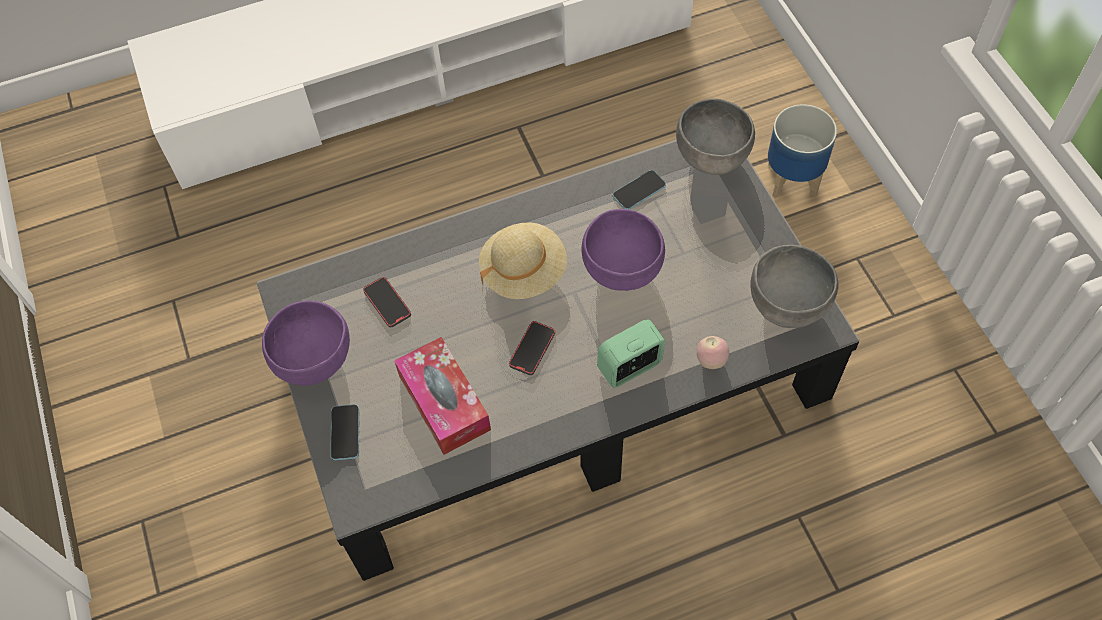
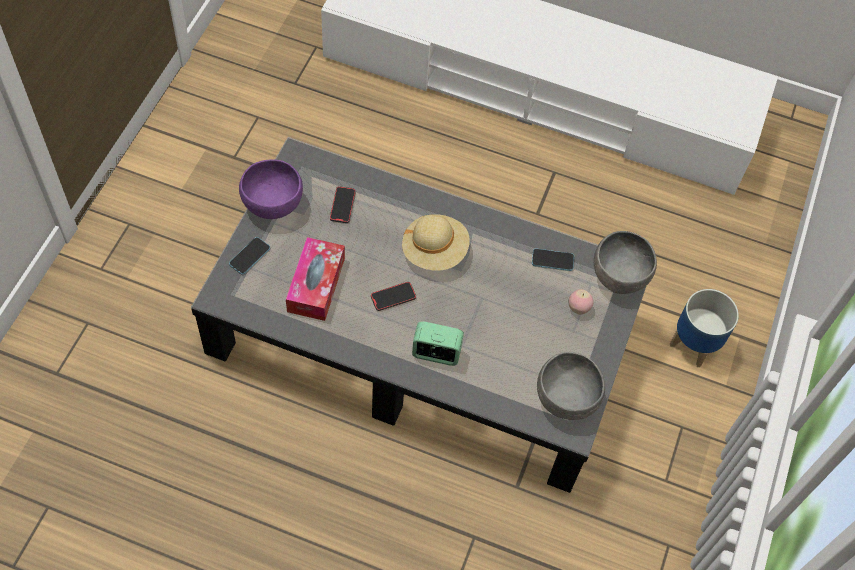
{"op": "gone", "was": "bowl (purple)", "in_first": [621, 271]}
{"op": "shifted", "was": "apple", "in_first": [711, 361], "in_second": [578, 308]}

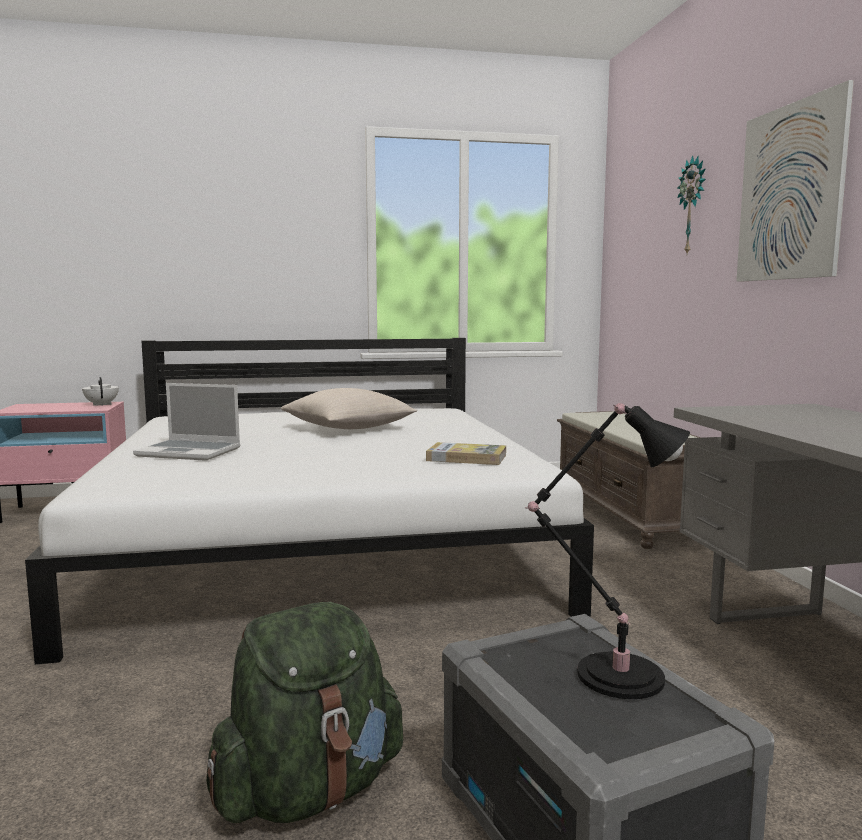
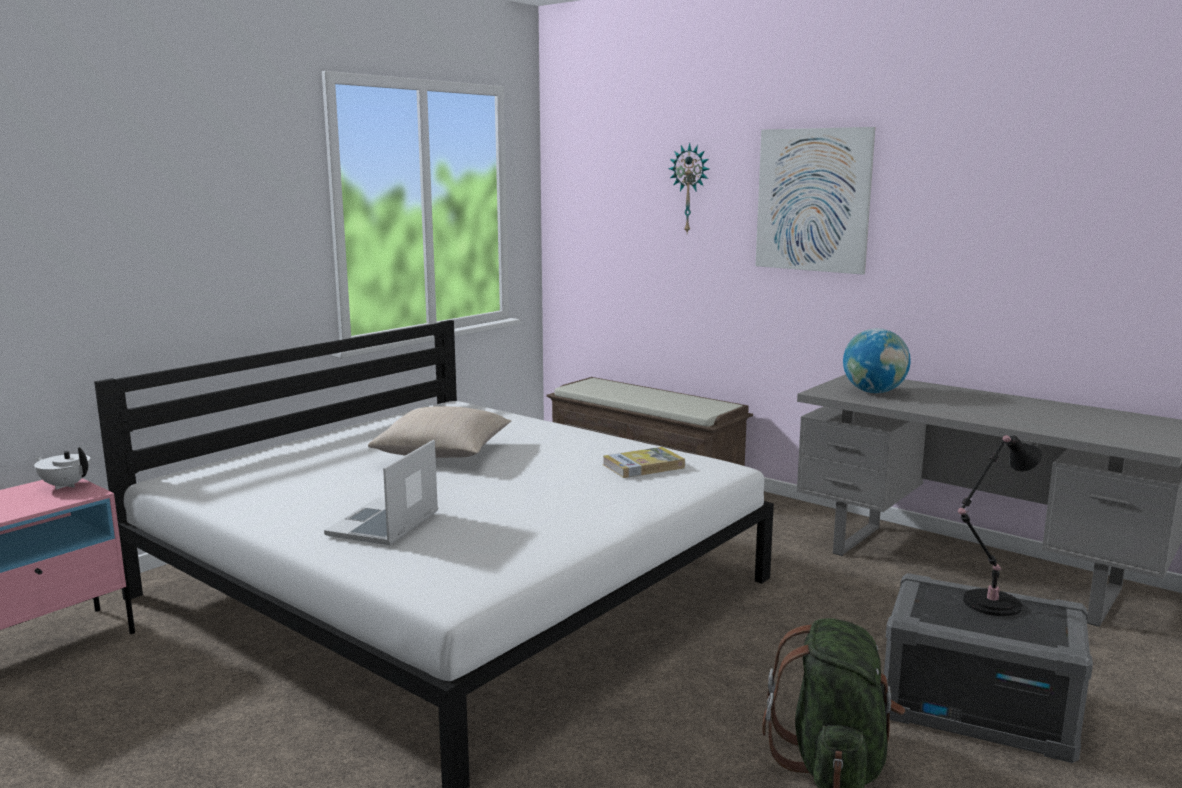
{"op": "new", "now": "globe", "in_second": [874, 392]}
{"op": "rotated", "was": "laptop", "in_first": [190, 452], "in_second": [384, 525], "clockwise": 135}

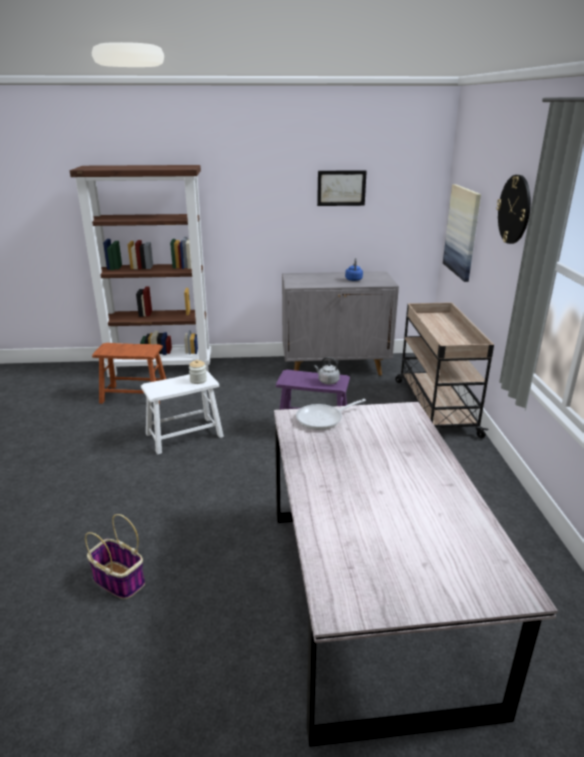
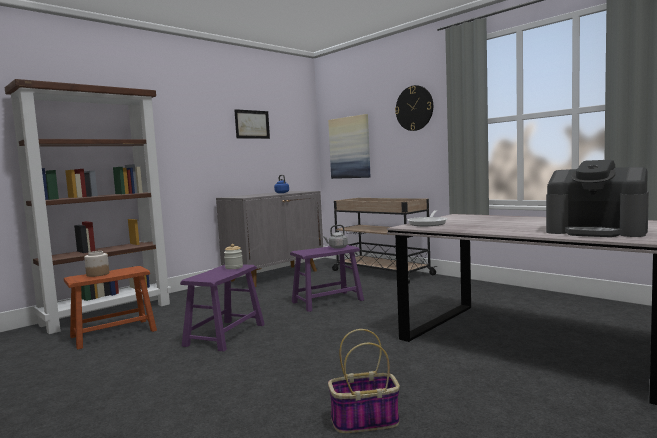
{"op": "new", "now": "jar", "in_second": [97, 274]}
{"op": "new", "now": "coffee machine", "in_second": [596, 231]}
{"op": "repainted", "was": "stool (white)", "now": "stool (purple)", "in_first": [184, 435], "in_second": [225, 335]}

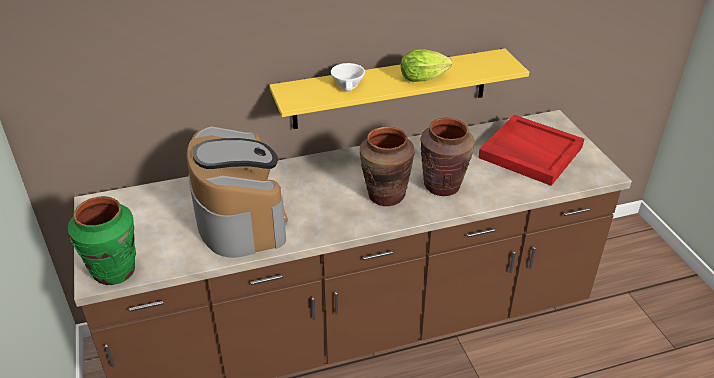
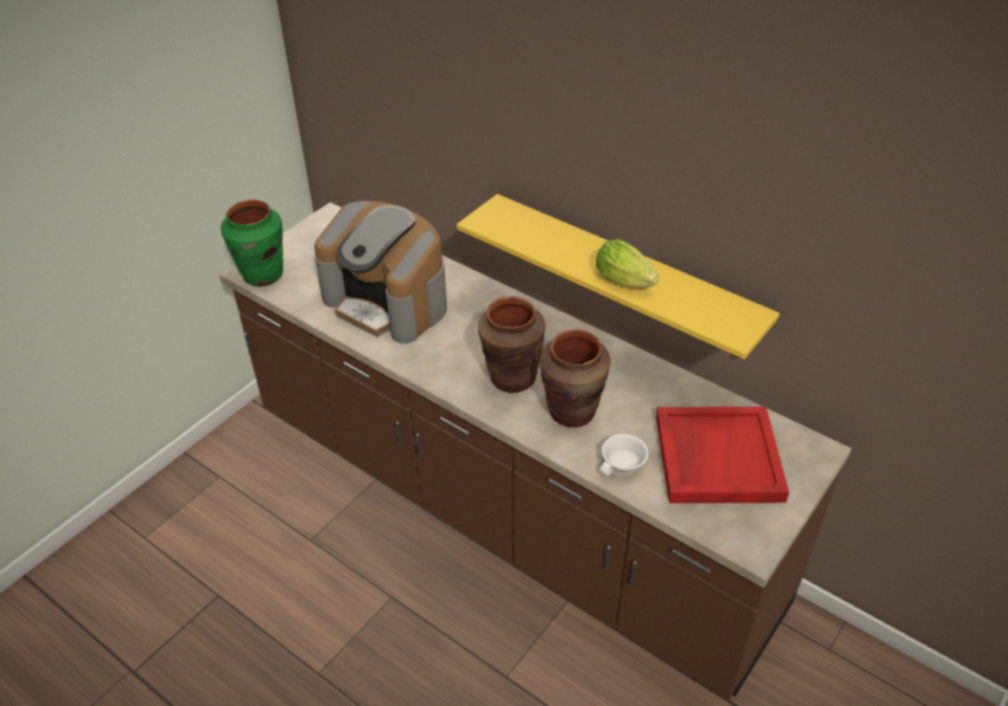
{"op": "shifted", "was": "cup (white)", "in_first": [349, 85], "in_second": [623, 466]}
{"op": "rotated", "was": "coffee machine", "in_first": [240, 217], "in_second": [388, 302], "clockwise": 90}

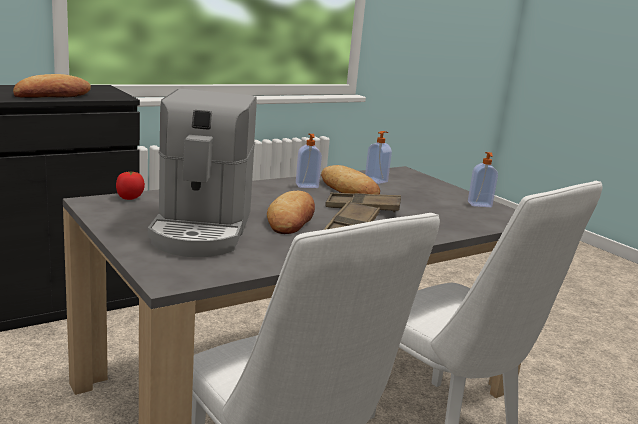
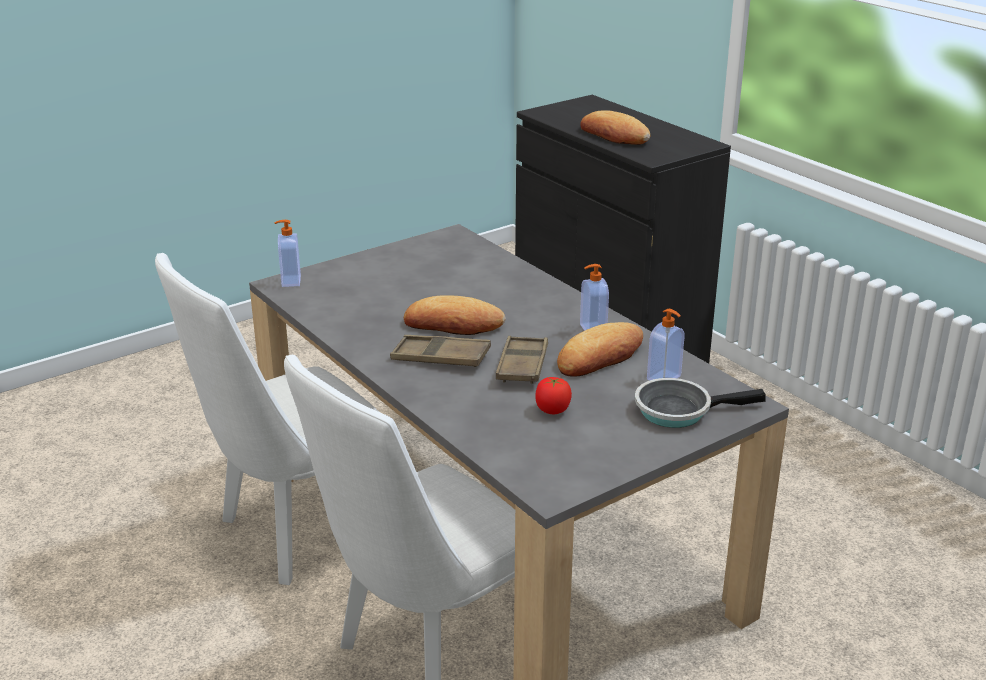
{"op": "gone", "was": "coffee machine", "in_first": [202, 229]}
{"op": "new", "now": "frying pan", "in_second": [679, 410]}
{"op": "shifted", "was": "tomato", "in_first": [129, 198], "in_second": [552, 410]}
{"op": "shifted", "was": "soap dispenser", "in_first": [479, 204], "in_second": [290, 281]}

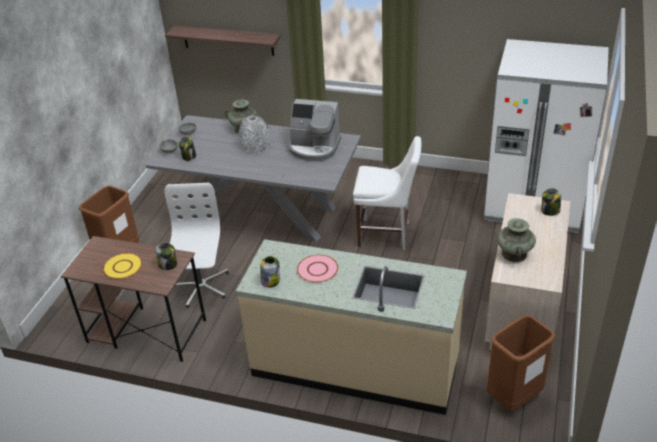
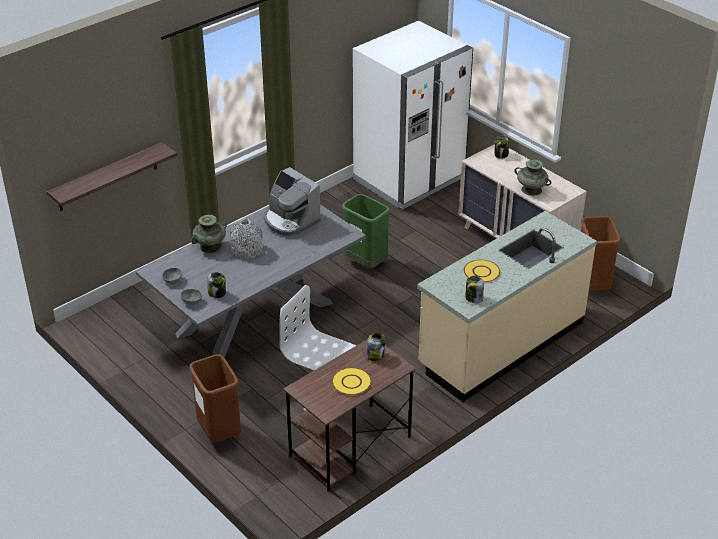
{"op": "swapped", "was": "chair (white)", "now": "trash can (green)", "in_first": [387, 234], "in_second": [365, 263]}
{"op": "repainted", "was": "plate (pink)", "now": "plate (yellow)", "in_first": [317, 269], "in_second": [482, 272]}
{"op": "rotated", "was": "coffee machine", "in_first": [314, 147], "in_second": [290, 220], "clockwise": 90}

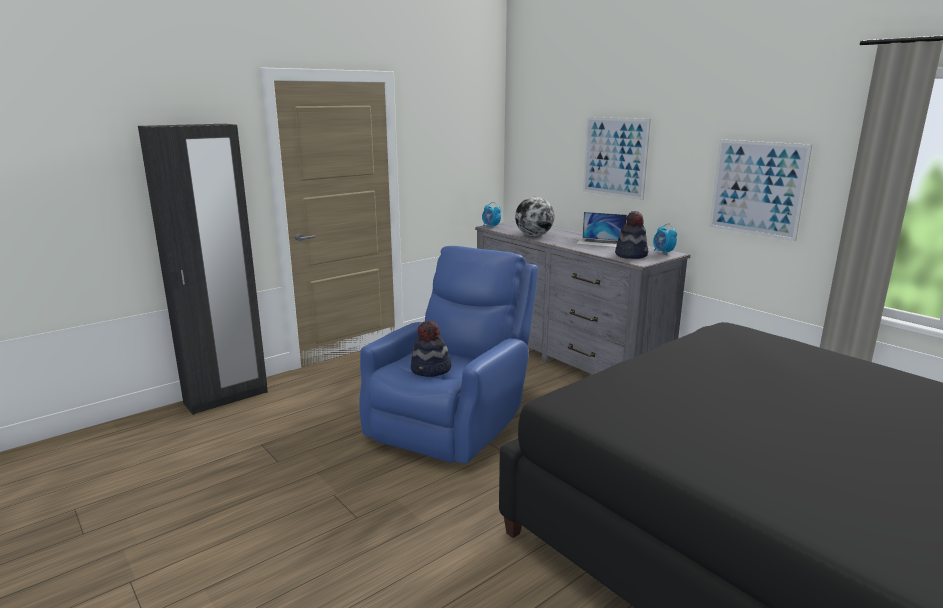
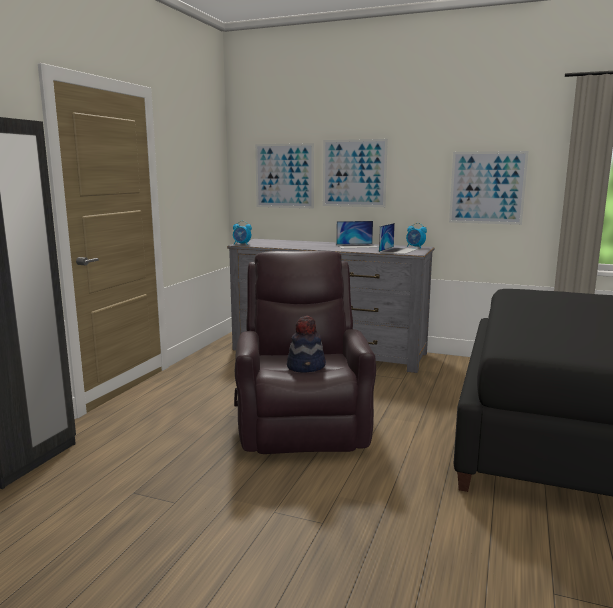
{"op": "gone", "was": "globe", "in_first": [534, 235]}
{"op": "new", "now": "picture", "in_second": [284, 176]}
{"op": "swapped", "was": "hat", "now": "laptop", "in_first": [631, 255], "in_second": [398, 250]}
{"op": "repainted", "was": "armchair (blue)", "now": "armchair (brown)", "in_first": [453, 419], "in_second": [302, 420]}

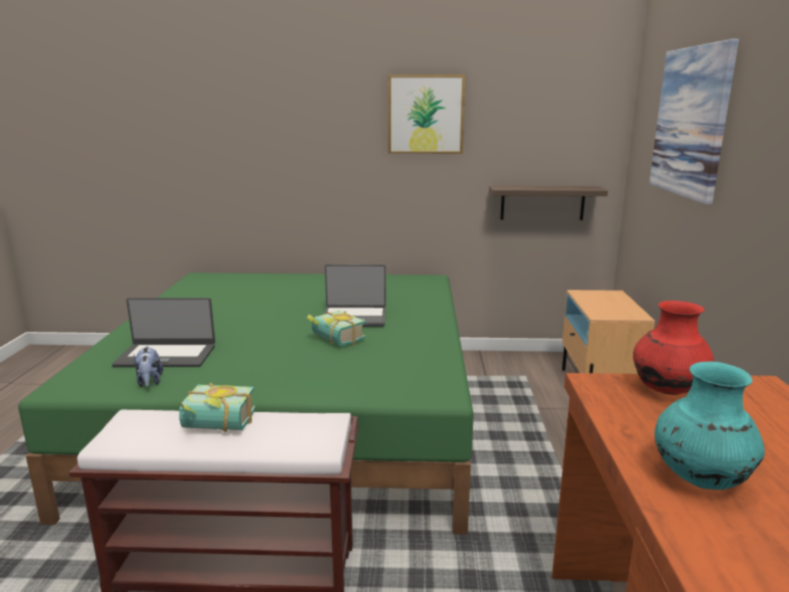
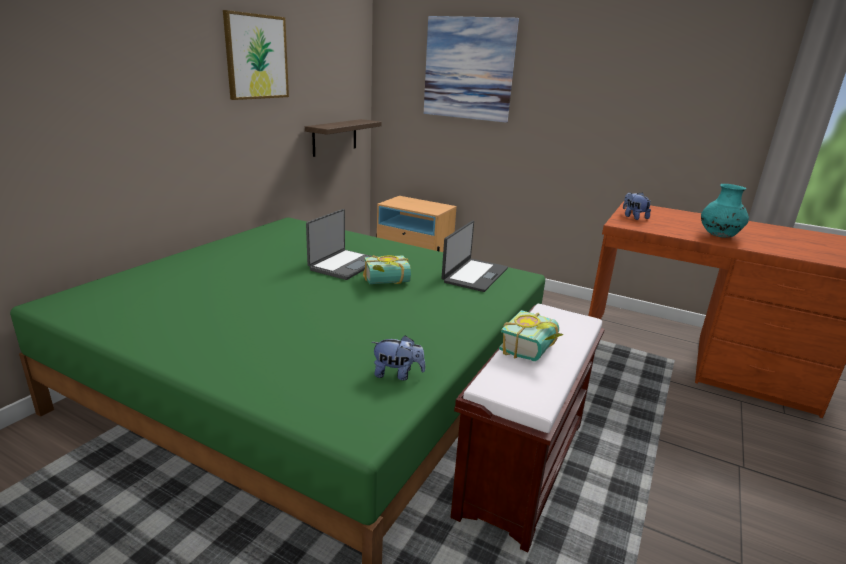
{"op": "shifted", "was": "laptop", "in_first": [166, 355], "in_second": [474, 275]}
{"op": "swapped", "was": "vase (red)", "now": "plush toy", "in_first": [667, 390], "in_second": [633, 217]}

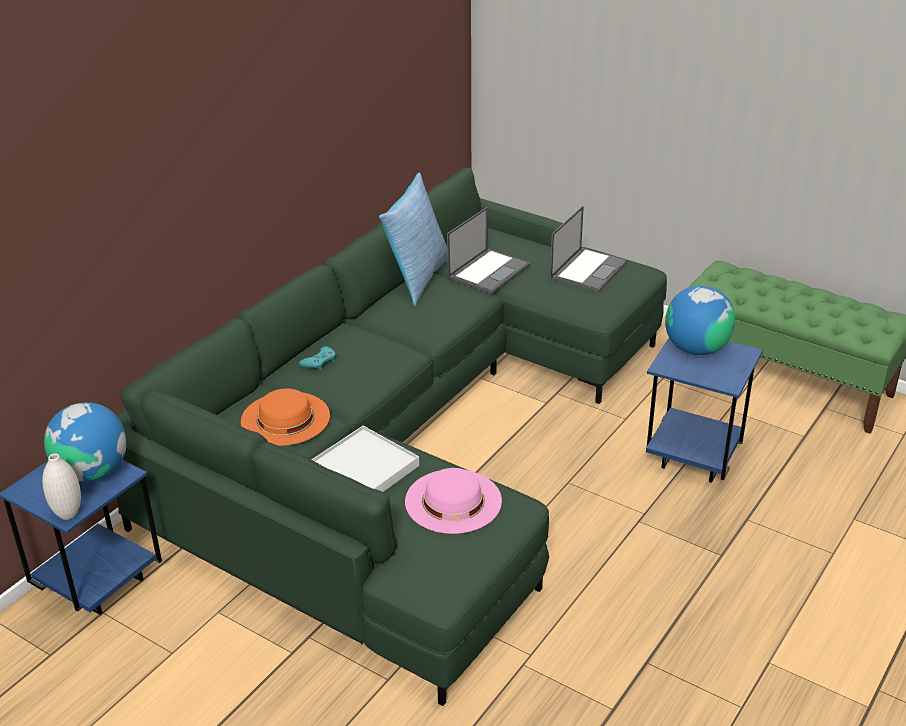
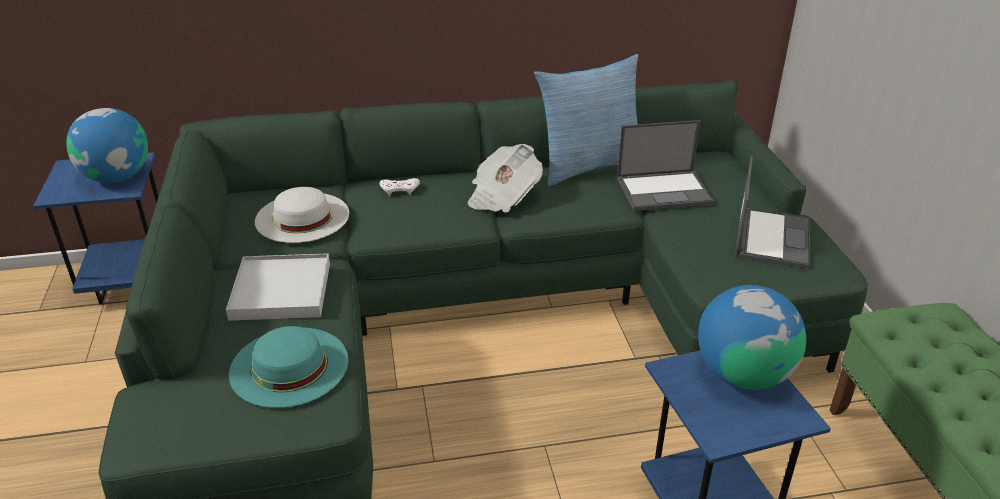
{"op": "gone", "was": "vase (white)", "in_first": [68, 514]}
{"op": "new", "now": "newspaper", "in_second": [502, 196]}
{"op": "repainted", "was": "hat (orange)", "now": "hat (white)", "in_first": [285, 418], "in_second": [302, 217]}
{"op": "repainted", "was": "game controller (turquoise)", "now": "game controller (white)", "in_first": [319, 361], "in_second": [400, 189]}
{"op": "repainted", "was": "hat (pink)", "now": "hat (turquoise)", "in_first": [453, 501], "in_second": [289, 366]}
{"op": "rotated", "was": "laptop", "in_first": [588, 270], "in_second": [772, 237], "clockwise": -60}

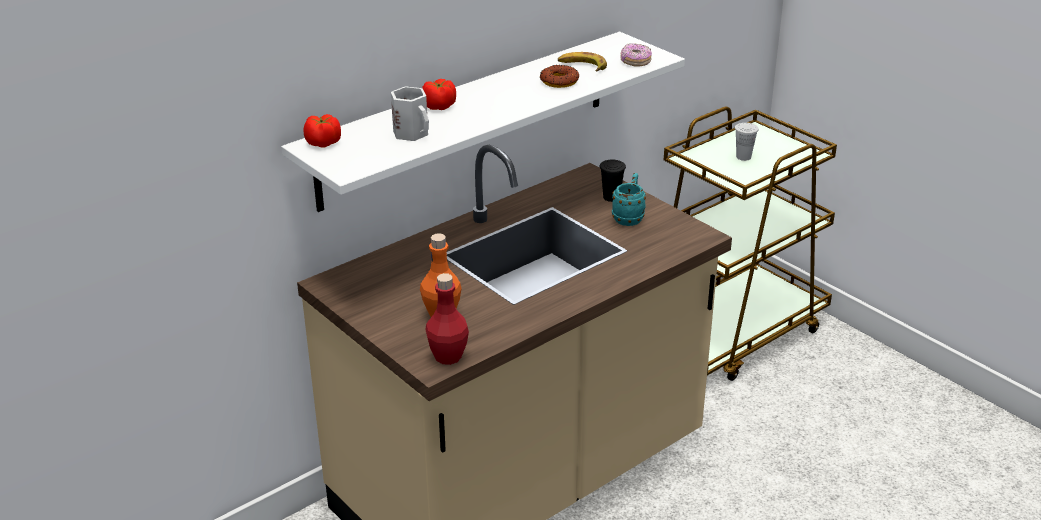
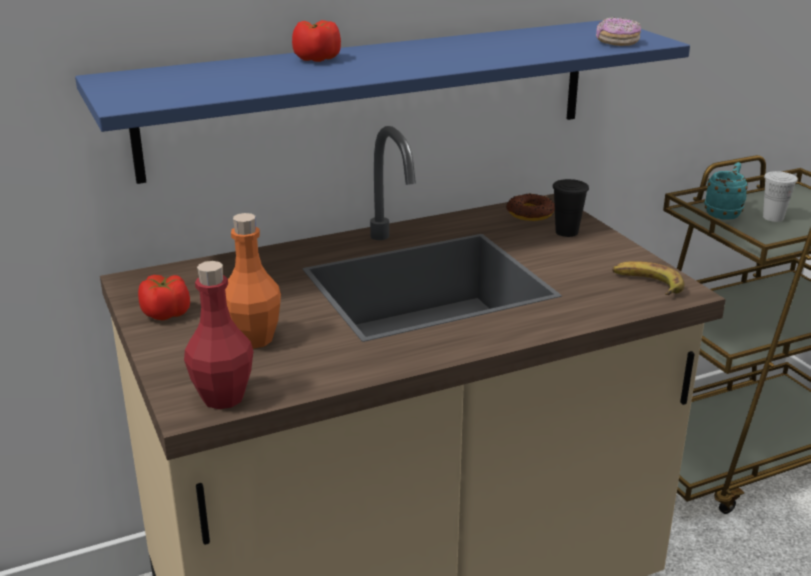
{"op": "gone", "was": "mug (white)", "in_first": [412, 133]}
{"op": "shifted", "was": "tomato", "in_first": [323, 143], "in_second": [166, 314]}
{"op": "shifted", "was": "donut", "in_first": [559, 81], "in_second": [530, 213]}
{"op": "shifted", "was": "banana", "in_first": [582, 66], "in_second": [647, 284]}
{"op": "shifted", "was": "mug (turquoise)", "in_first": [629, 217], "in_second": [724, 213]}
{"op": "repainted", "was": "shelf (white)", "now": "shelf (blue)", "in_first": [466, 119], "in_second": [373, 97]}

